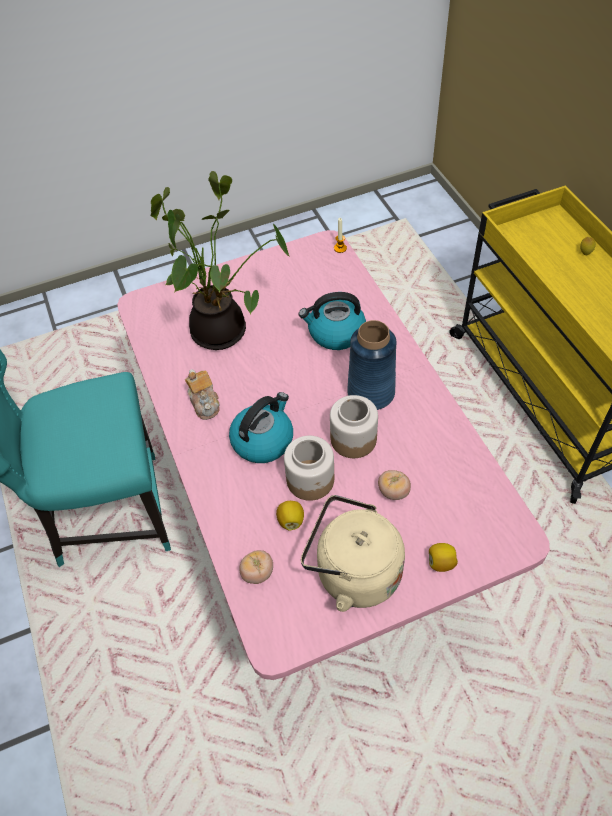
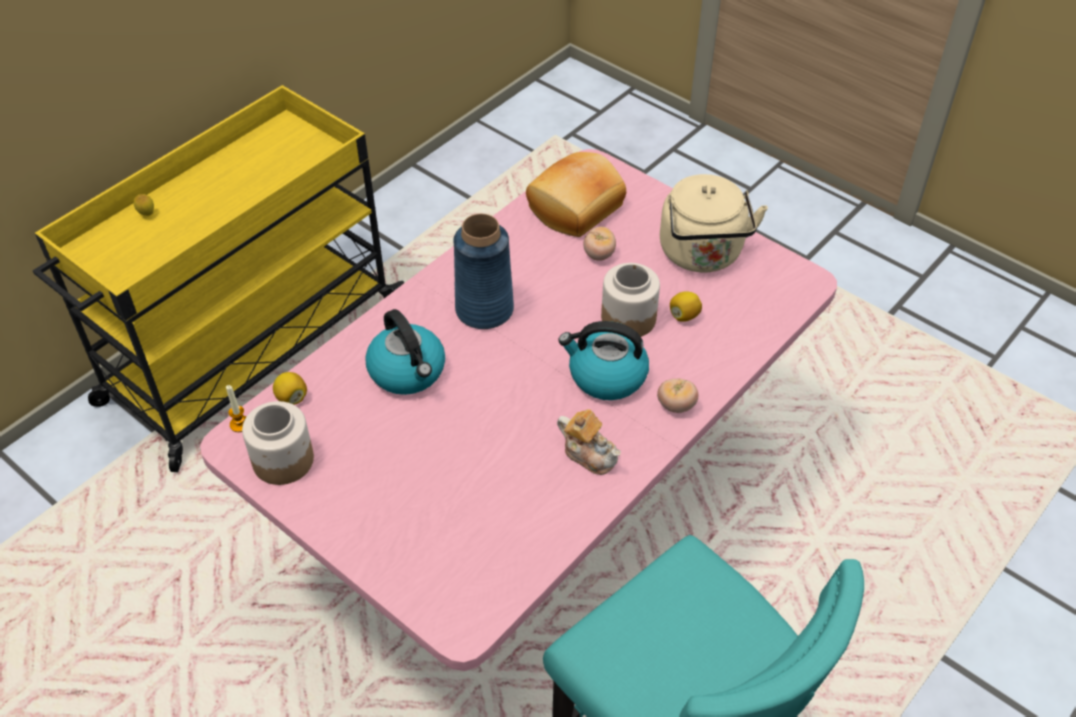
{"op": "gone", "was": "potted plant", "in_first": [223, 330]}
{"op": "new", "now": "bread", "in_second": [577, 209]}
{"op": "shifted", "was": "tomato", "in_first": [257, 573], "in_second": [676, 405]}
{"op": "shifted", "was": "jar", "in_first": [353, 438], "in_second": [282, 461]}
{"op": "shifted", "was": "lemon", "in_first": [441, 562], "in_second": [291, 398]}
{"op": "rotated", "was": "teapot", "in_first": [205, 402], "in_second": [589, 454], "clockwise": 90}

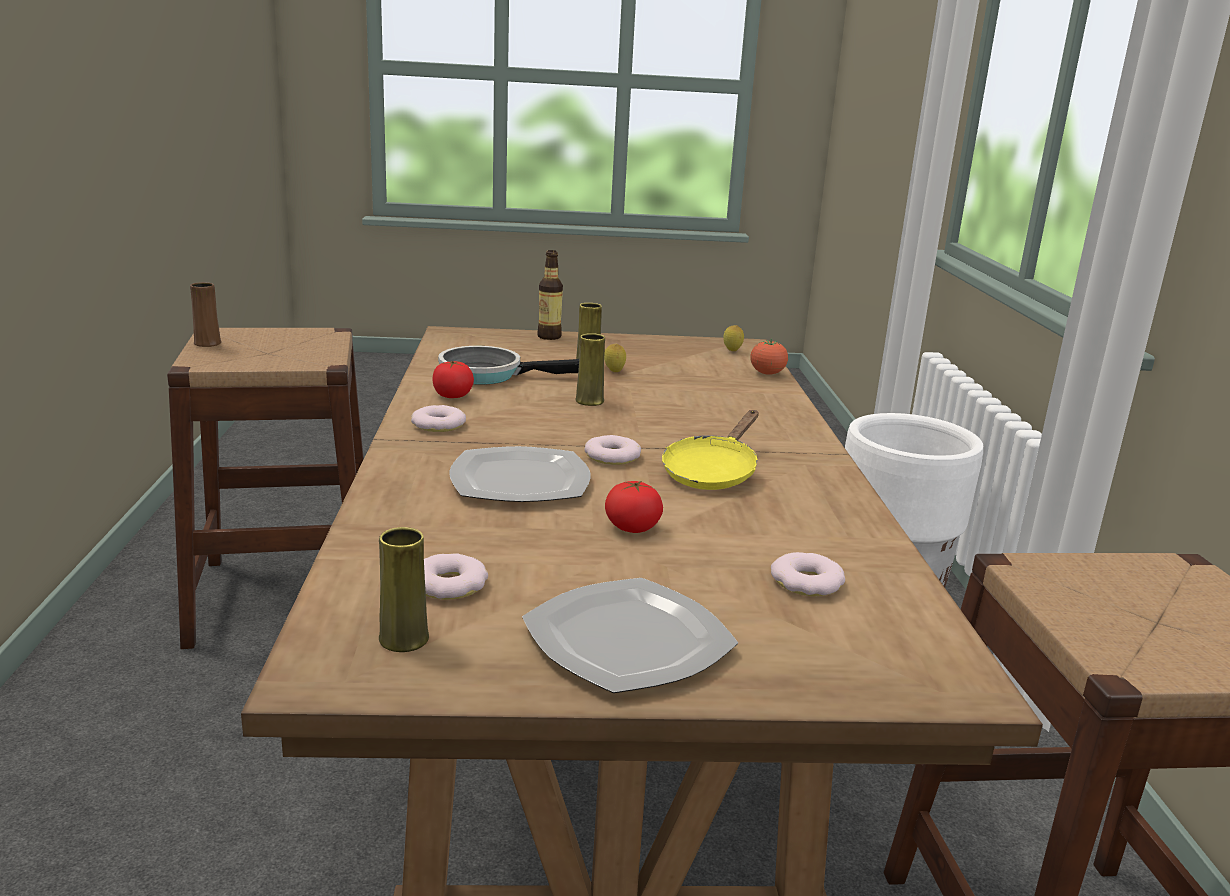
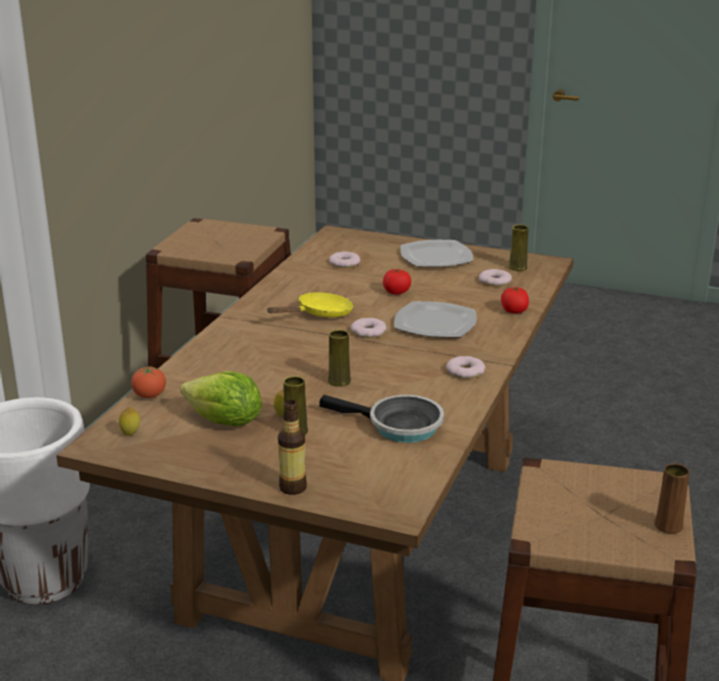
{"op": "new", "now": "lettuce", "in_second": [225, 422]}
{"op": "shifted", "was": "tomato", "in_first": [452, 396], "in_second": [514, 311]}

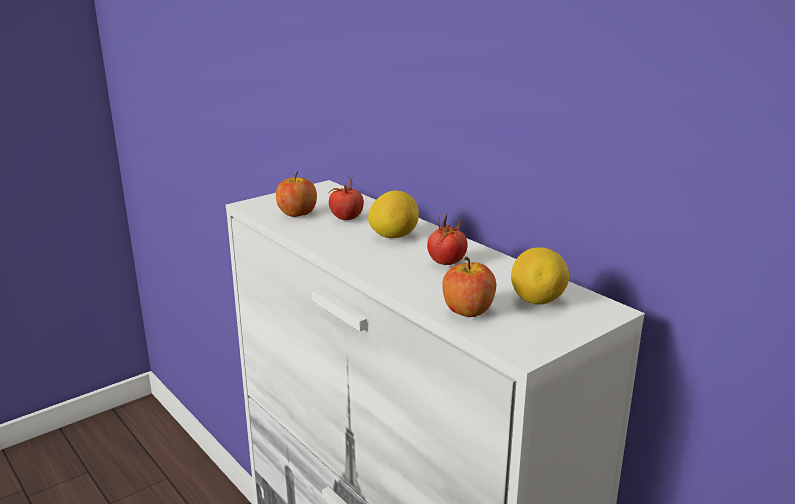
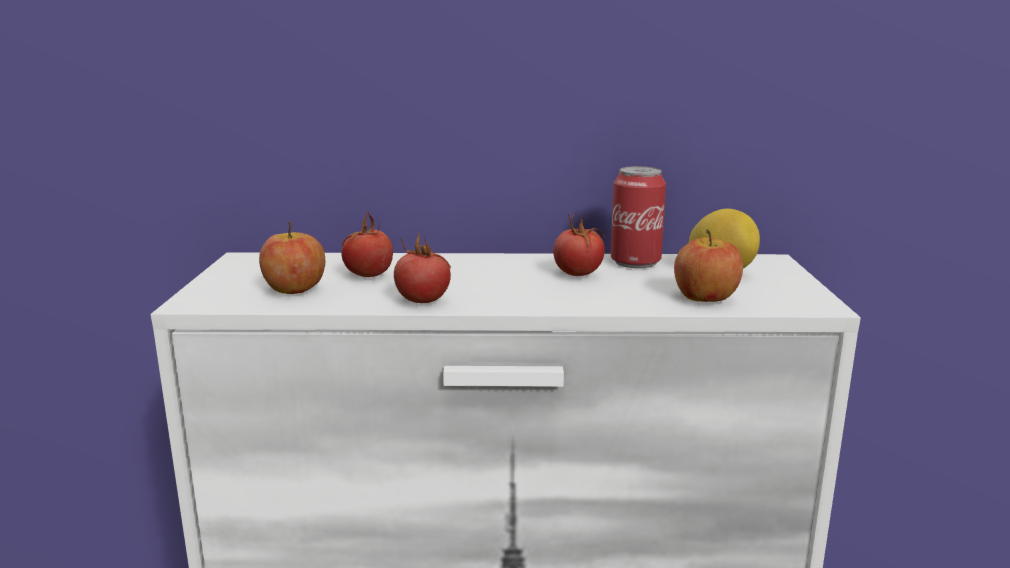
{"op": "gone", "was": "lemon", "in_first": [393, 236]}
{"op": "new", "now": "tomato", "in_second": [423, 300]}
{"op": "new", "now": "can", "in_second": [635, 262]}

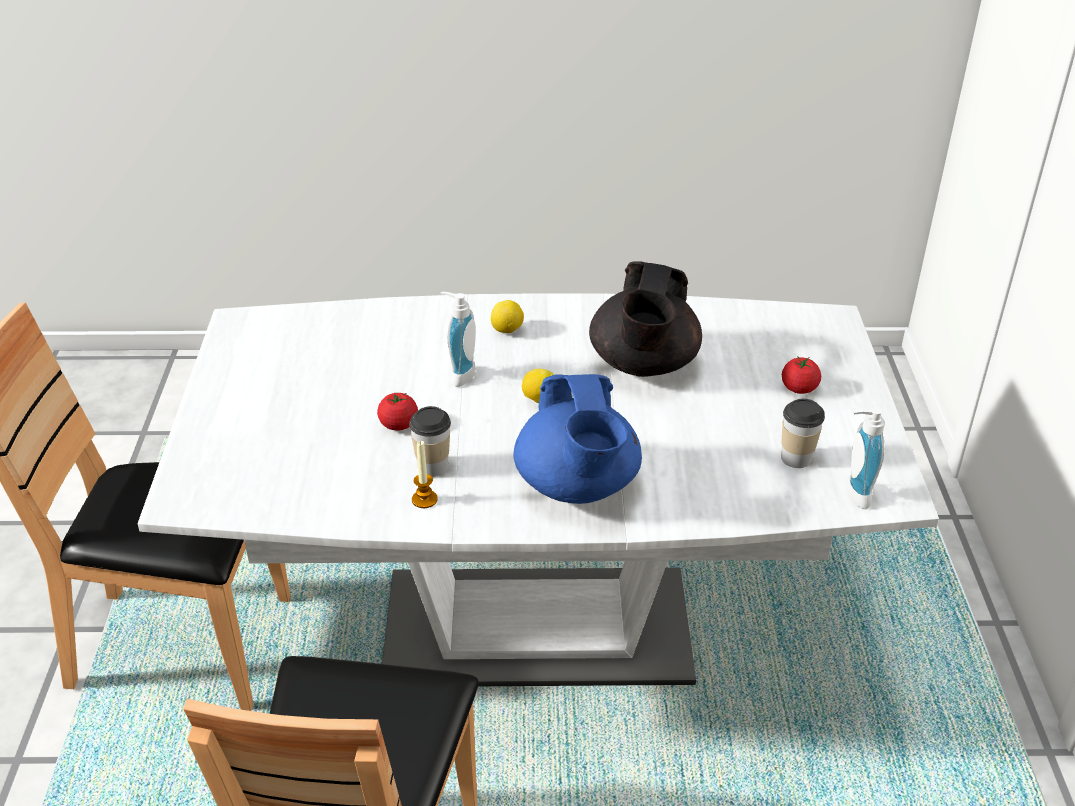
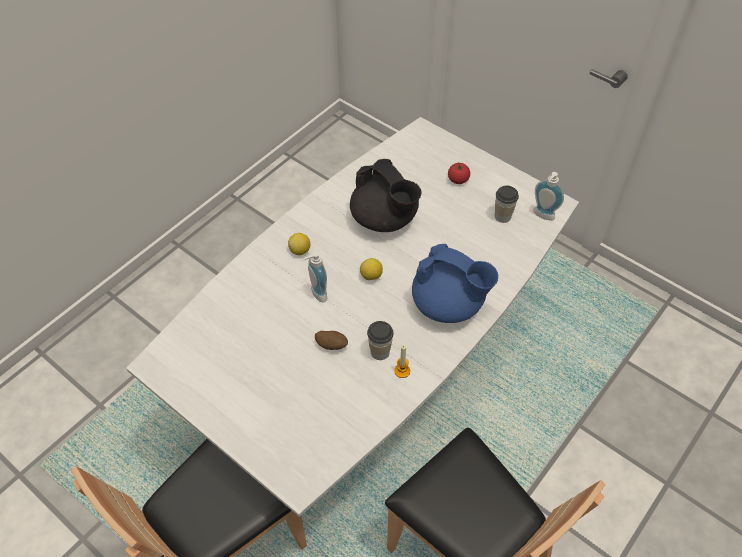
{"op": "swapped", "was": "tomato", "now": "potato", "in_first": [398, 424], "in_second": [332, 345]}

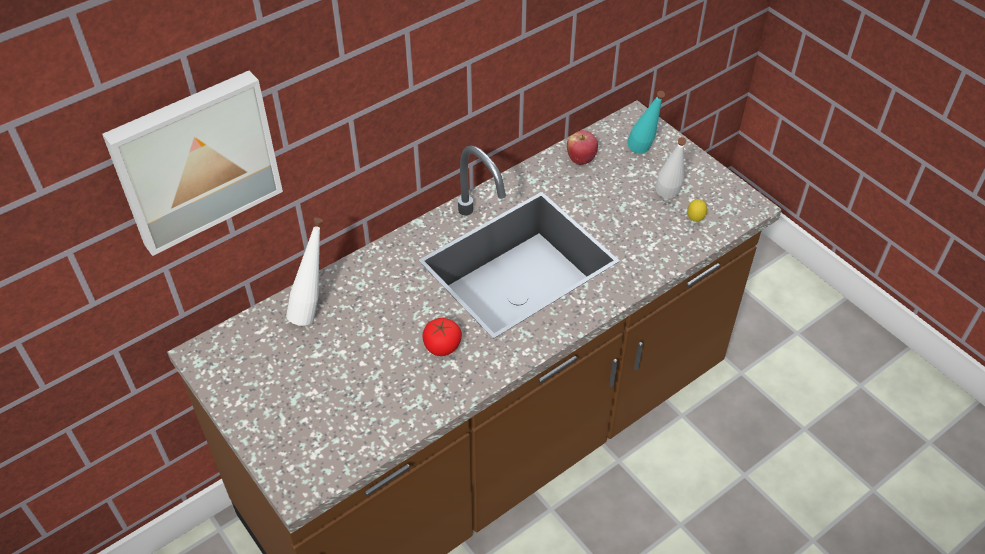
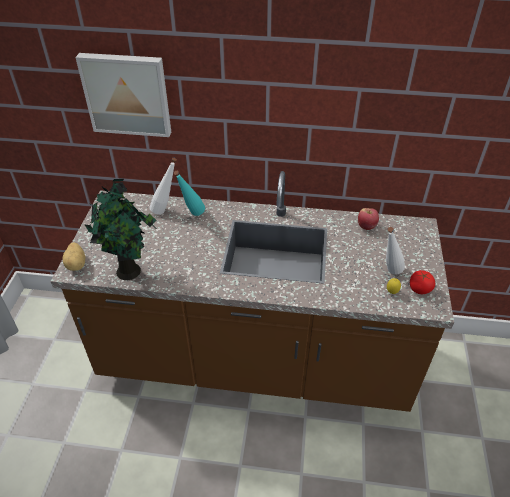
{"op": "new", "now": "potato", "in_second": [77, 264]}
{"op": "new", "now": "potted plant", "in_second": [131, 271]}
{"op": "shifted", "was": "tomato", "in_first": [442, 346], "in_second": [419, 289]}
{"op": "shifted", "was": "bottle (turquoise)", "in_first": [642, 155], "in_second": [192, 216]}

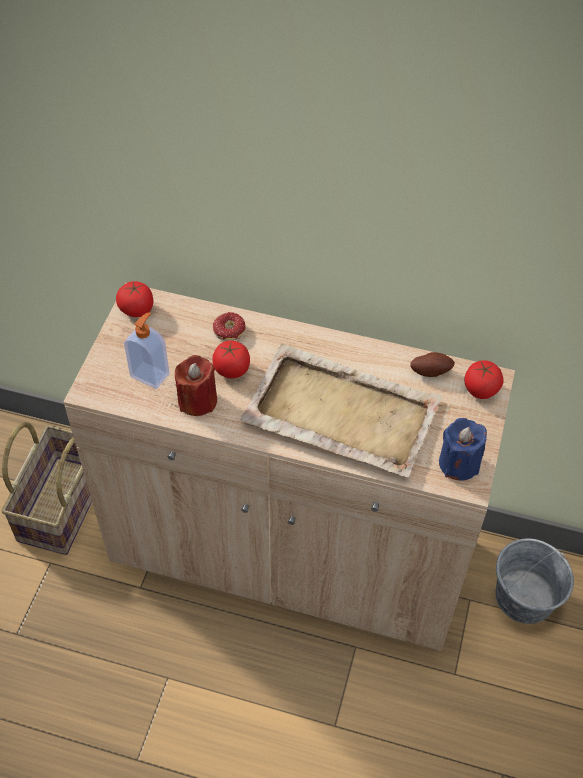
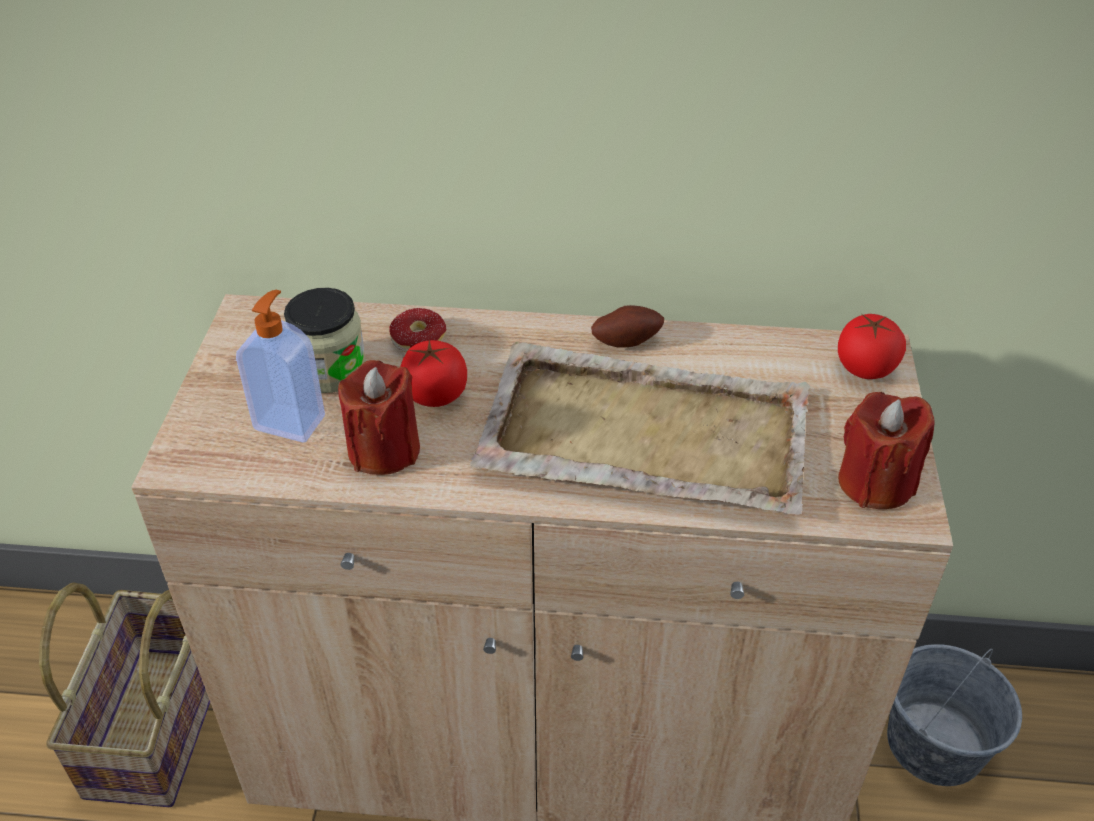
{"op": "gone", "was": "tomato", "in_first": [136, 309]}
{"op": "new", "now": "jar", "in_second": [329, 370]}
{"op": "shifted", "was": "potato", "in_first": [430, 371], "in_second": [626, 340]}
{"op": "repainted", "was": "candle (blue)", "now": "candle (red)", "in_first": [459, 463], "in_second": [875, 483]}

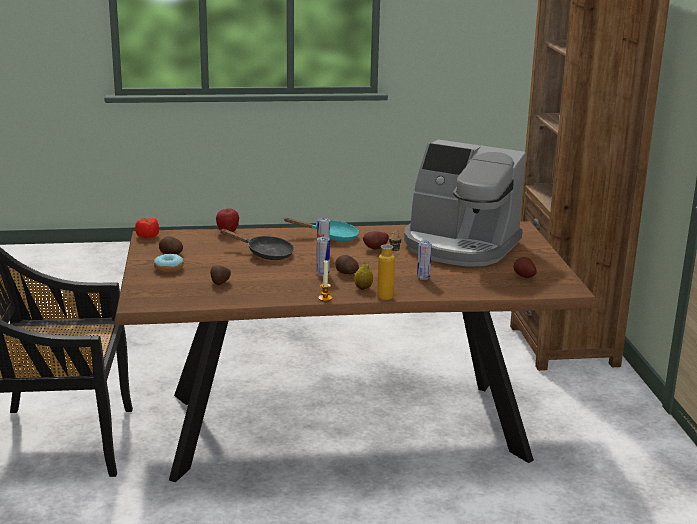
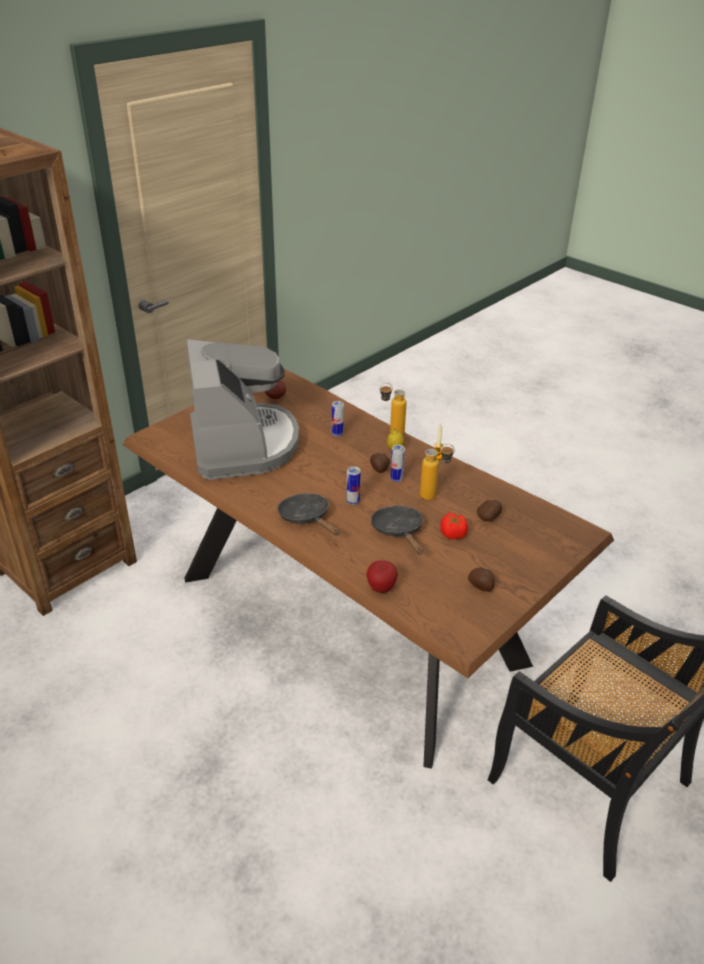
{"op": "gone", "was": "donut", "in_first": [169, 268]}
{"op": "gone", "was": "potato", "in_first": [376, 249]}
{"op": "new", "now": "bottle", "in_second": [434, 497]}
{"op": "shifted", "was": "tomato", "in_first": [147, 236], "in_second": [453, 534]}
{"op": "repainted", "was": "frying pan (turquoise)", "now": "frying pan (black)", "in_first": [331, 237], "in_second": [307, 518]}

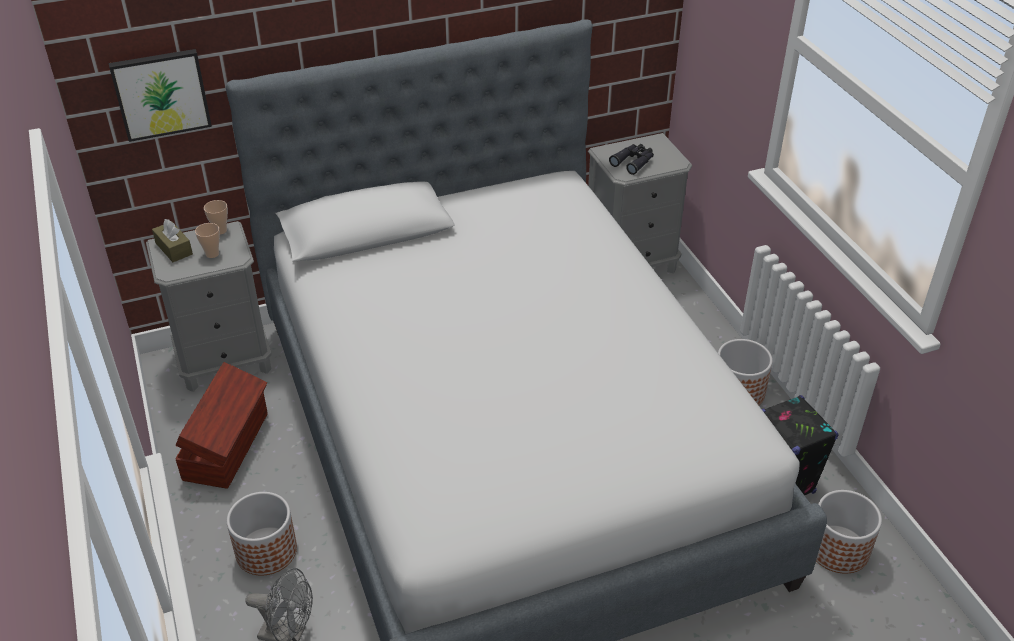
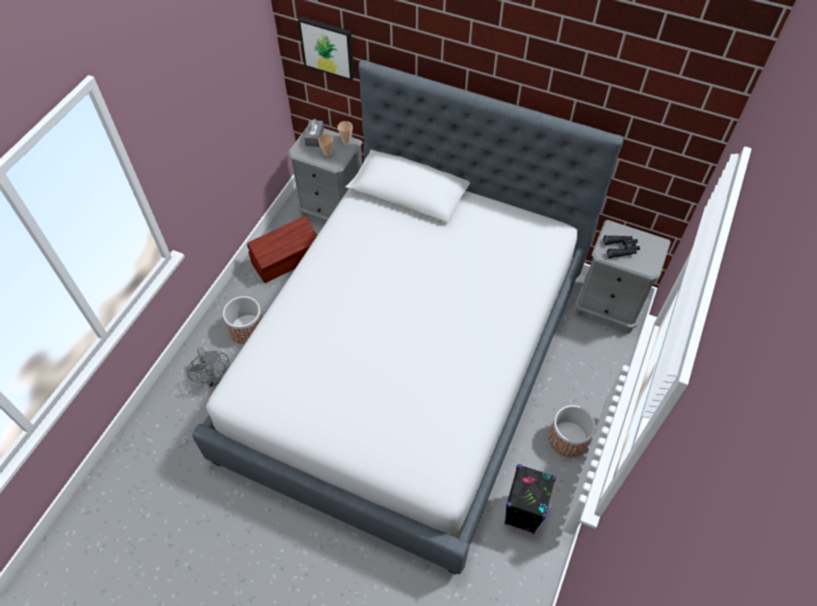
{"op": "gone", "was": "planter", "in_first": [838, 549]}
{"op": "repainted", "was": "tissue box (brown)", "now": "tissue box (grey)", "in_first": [174, 248], "in_second": [314, 137]}

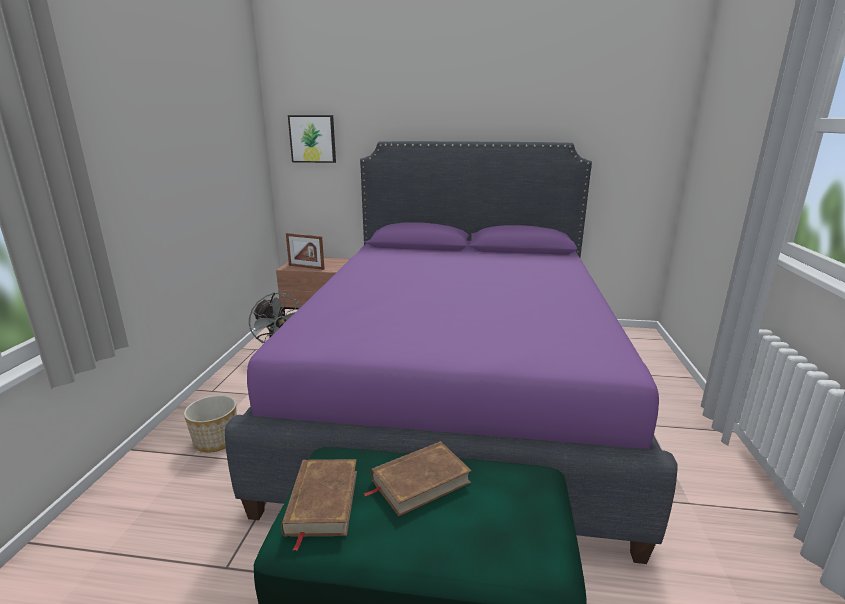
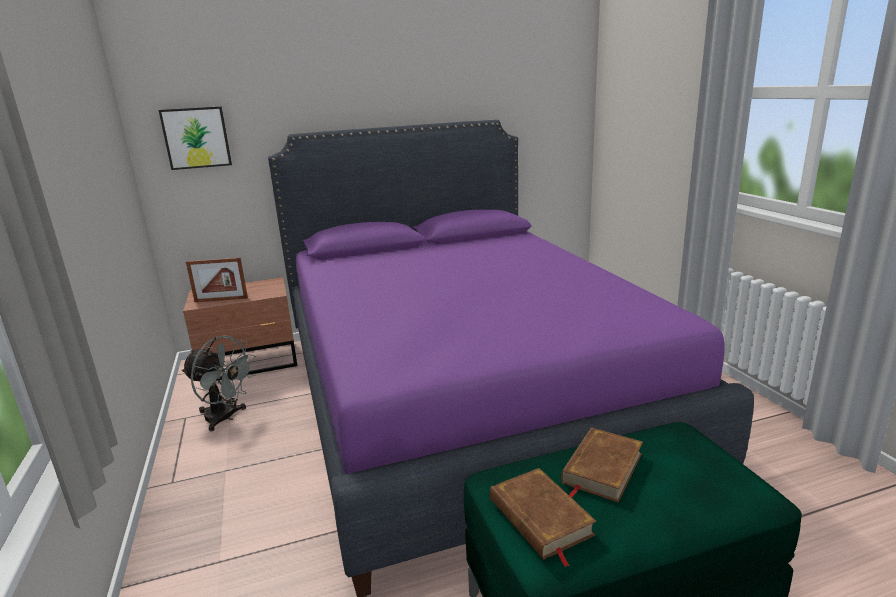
{"op": "gone", "was": "planter", "in_first": [216, 440]}

